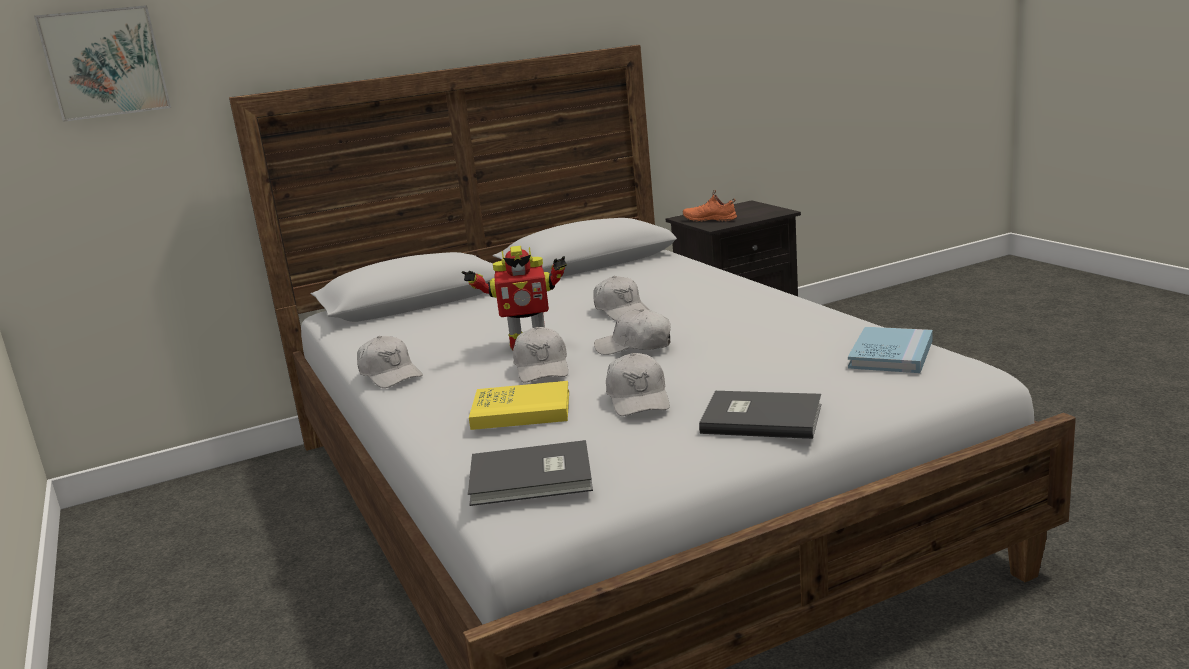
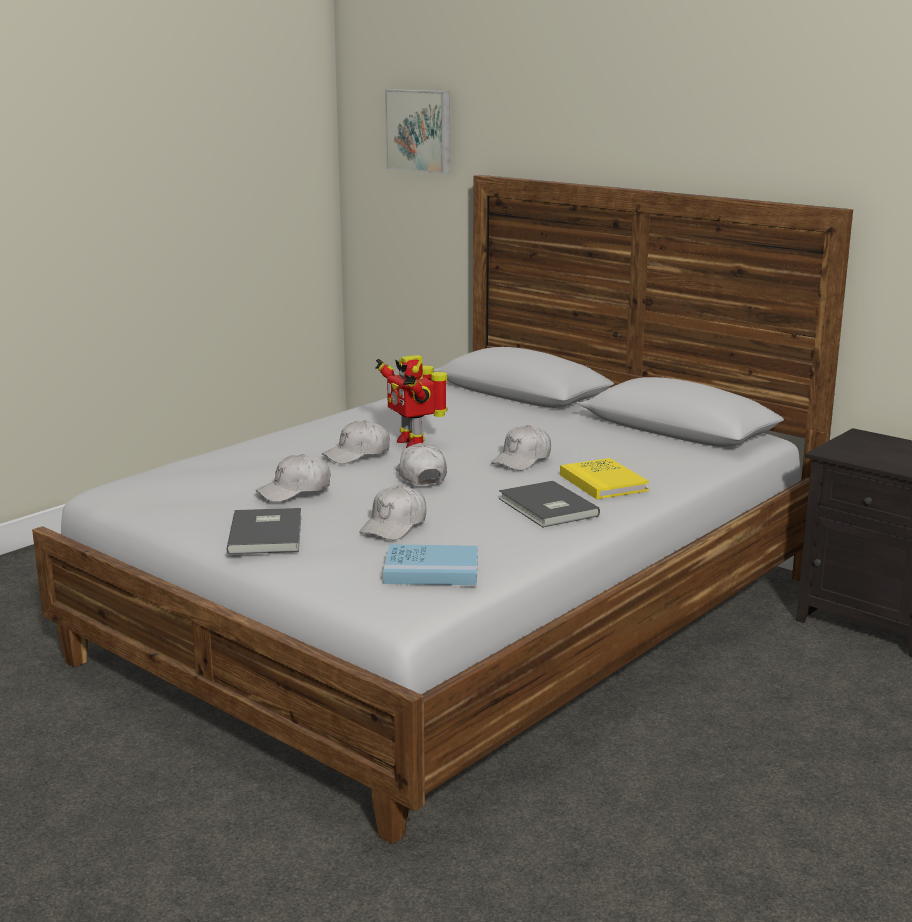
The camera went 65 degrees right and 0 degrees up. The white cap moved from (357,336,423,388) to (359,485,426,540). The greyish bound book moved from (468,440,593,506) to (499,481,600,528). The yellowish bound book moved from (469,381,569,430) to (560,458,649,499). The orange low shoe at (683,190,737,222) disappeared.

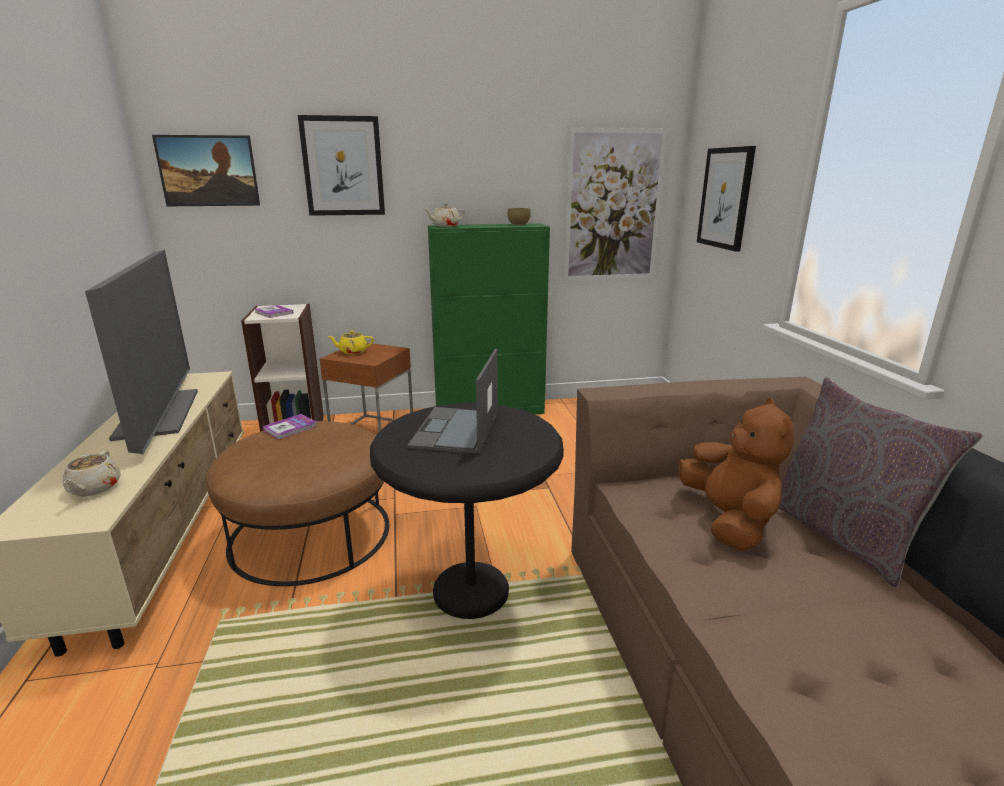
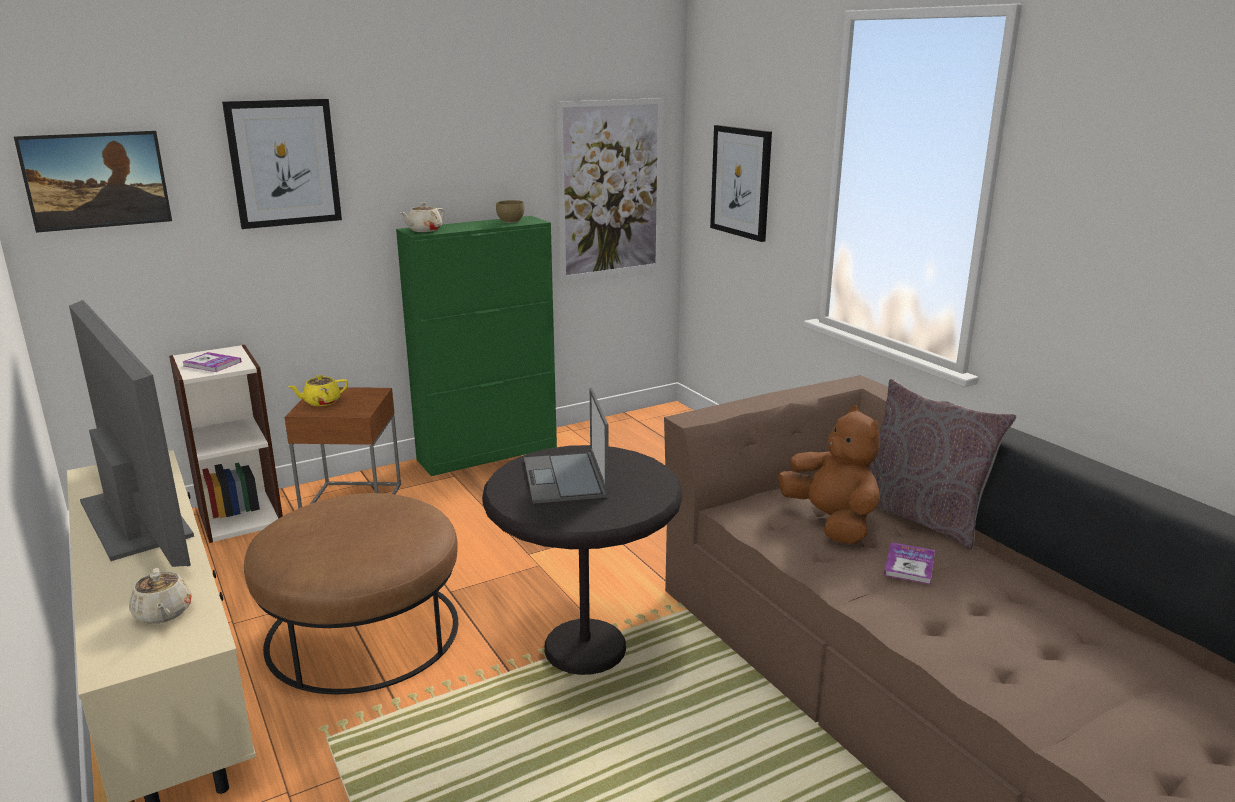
The camera went 20 degrees left and 0 degrees up. The bound book moved from (262,414,317,439) to (884,542,935,585).

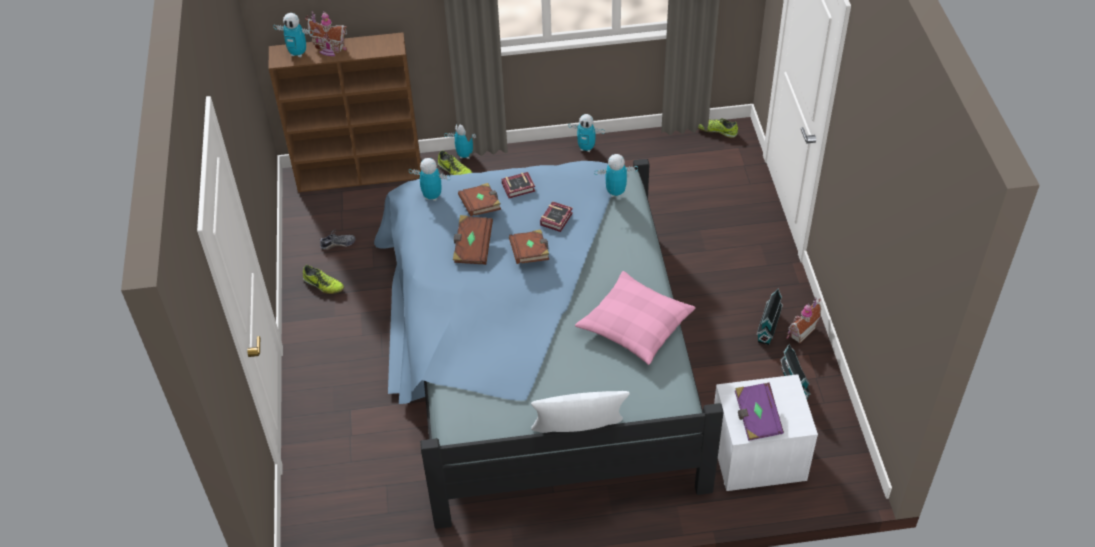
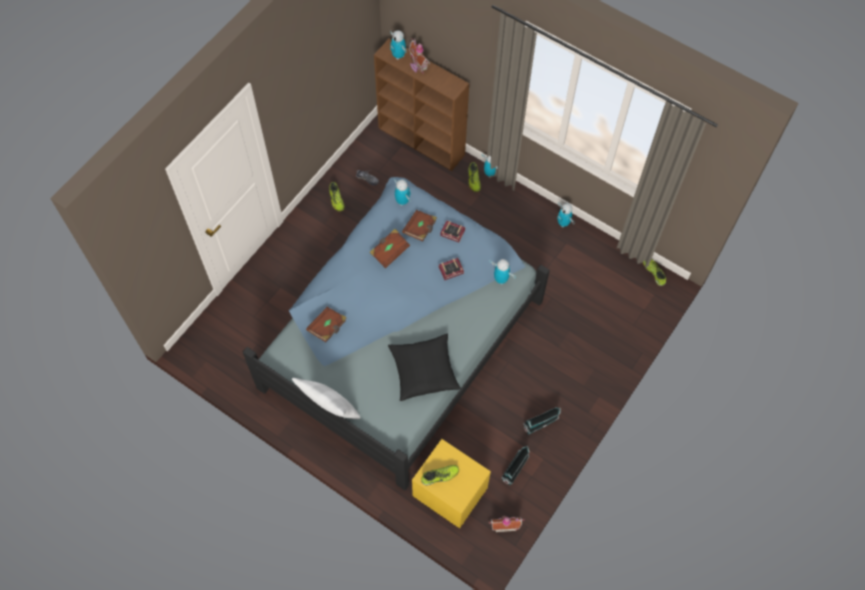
The camera went 40 degrees right and 15 degrees up. The brown-coloured bound book moved from (509,229,549,264) to (306,307,347,342). The pinkish pillow at (575,271,695,365) became the blackish pillow at (388,334,461,401). The white nightstand at (714,374,818,491) became the yellowish nightstand at (412,439,491,528). The purplish bound book at (735,383,784,441) was replaced by the low shoe at (421,465,459,485). The model house moved from (786,297,821,344) to (489,516,524,532).

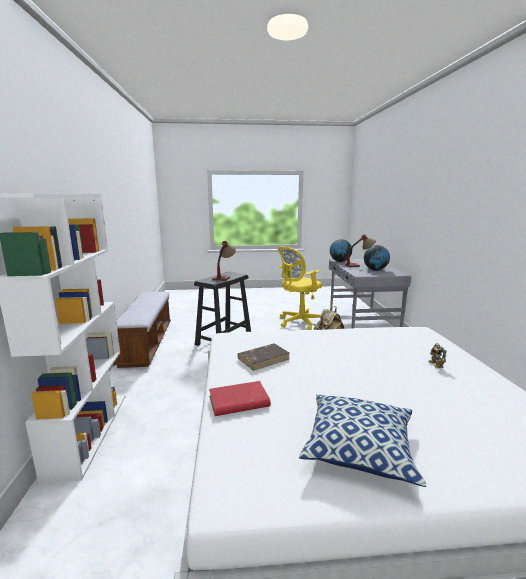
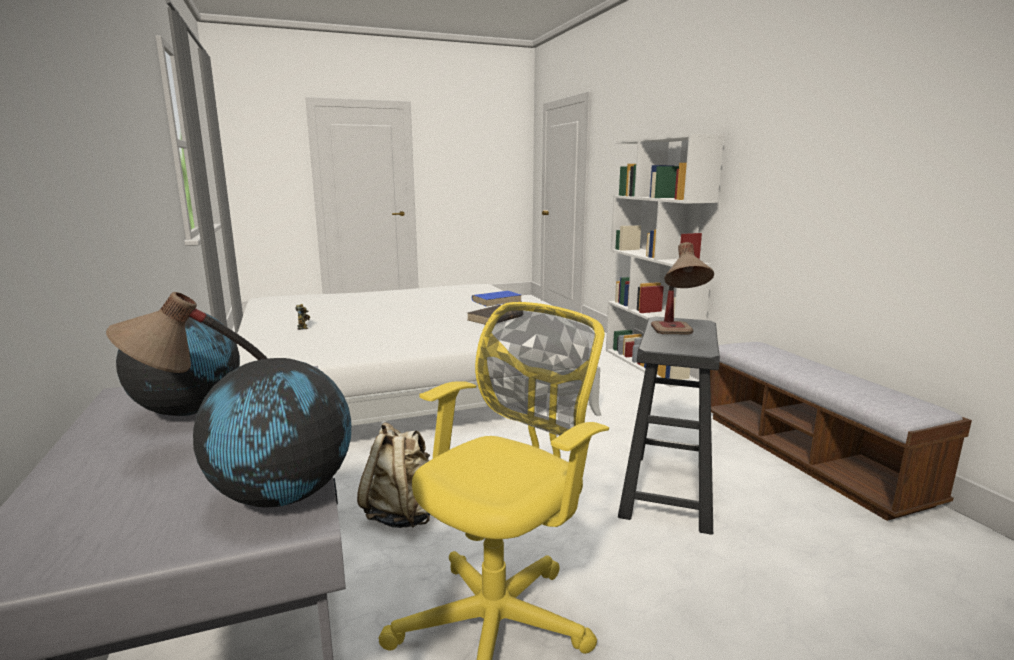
The camera went 165 degrees right and 0 degrees up. The red-coloured bound book at (209,381,271,416) became the blue-coloured bound book at (472,291,522,306). The pillow at (299,394,426,487) disappeared.

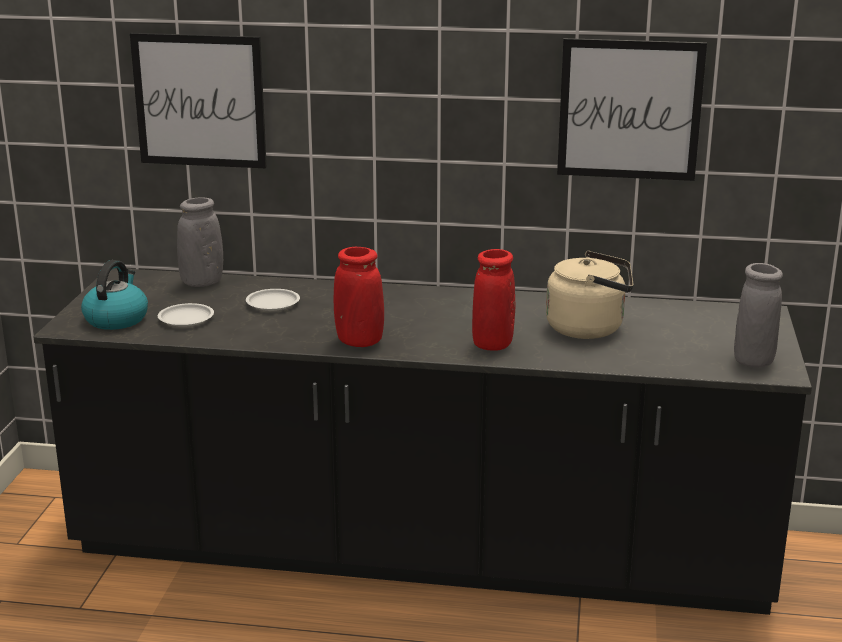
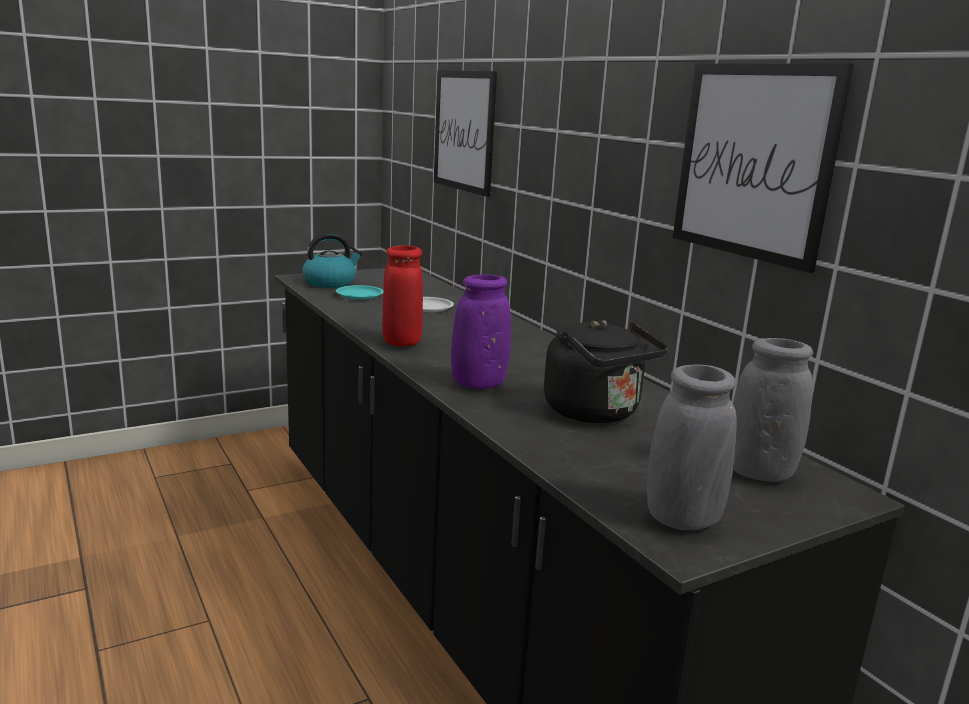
The camera went 50 degrees right and 5 degrees down. The white plate at (158,303,214,327) became the blue-green plate at (336,285,383,300). The red-coloured decorative vase at (472,249,515,351) became the purplish decorative vase at (451,274,511,389). The beige kettle at (546,251,633,339) became the blackish kettle at (544,319,668,423). The greyish decorative vase moved from (177,197,223,287) to (733,338,813,482).

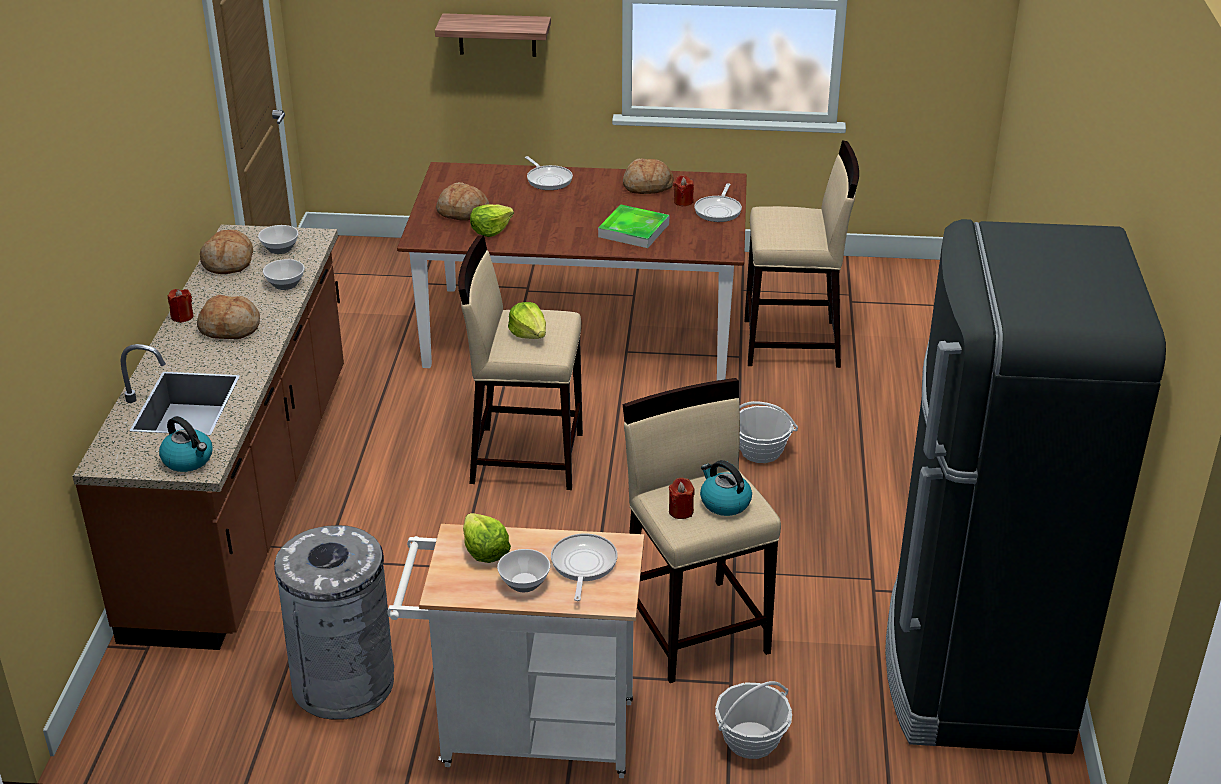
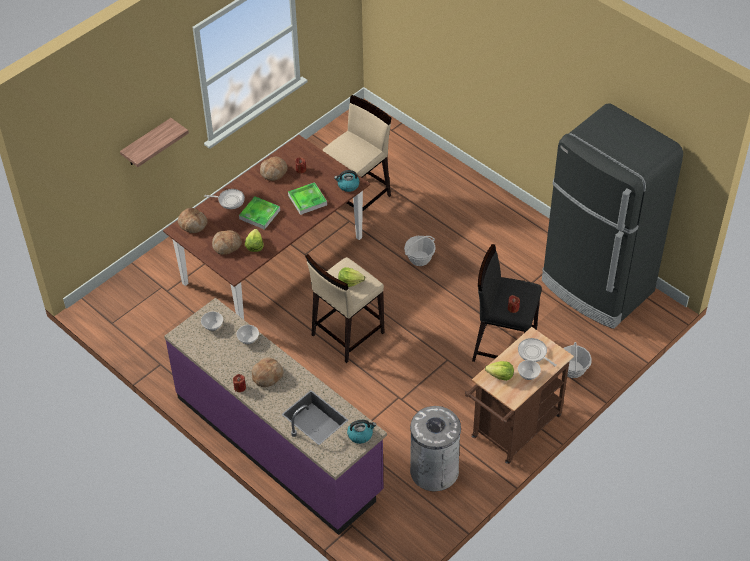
The camera went 50 degrees left and 15 degrees up. The brown-coloured counter at (72,225,344,650) became the purplish counter at (164,298,387,535). The baked bread moved from (200,230,253,274) to (178,208,207,233). The carrying tray at (239,197,280,230) appeared. The kettle moved from (700,460,752,516) to (334,170,360,192). The white trolley at (387,524,644,778) became the brown-coloured trolley at (465,327,574,464). The beige stool seat at (623,378,781,683) became the blackish stool seat at (472,244,542,362). The pan at (694,183,742,222) disappeared.

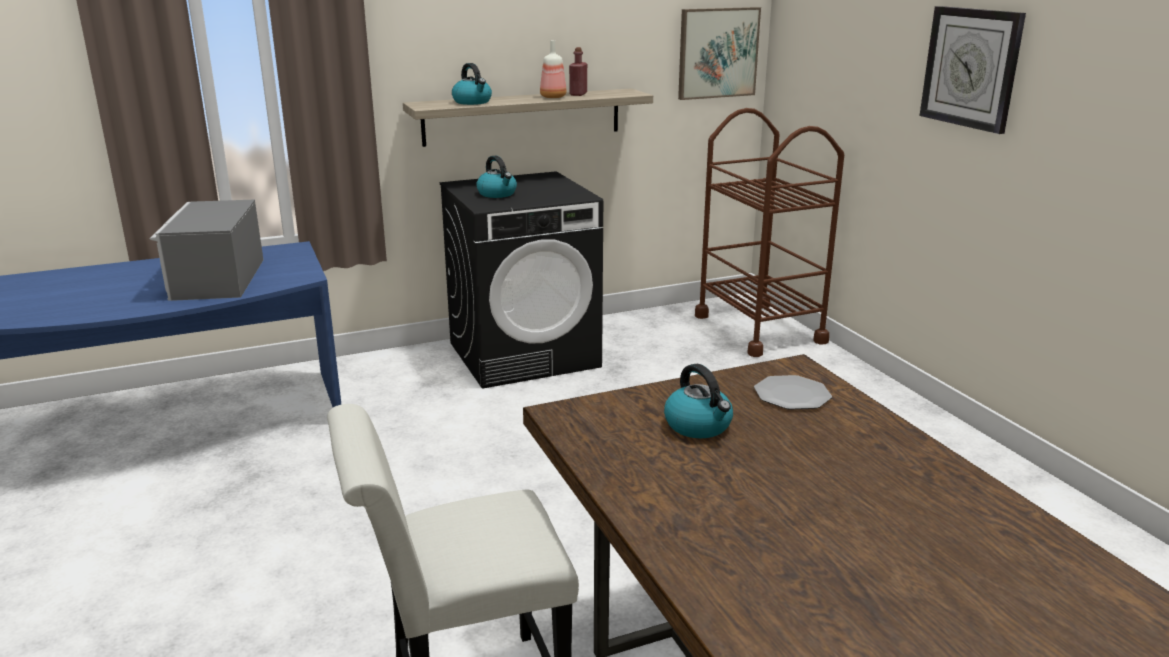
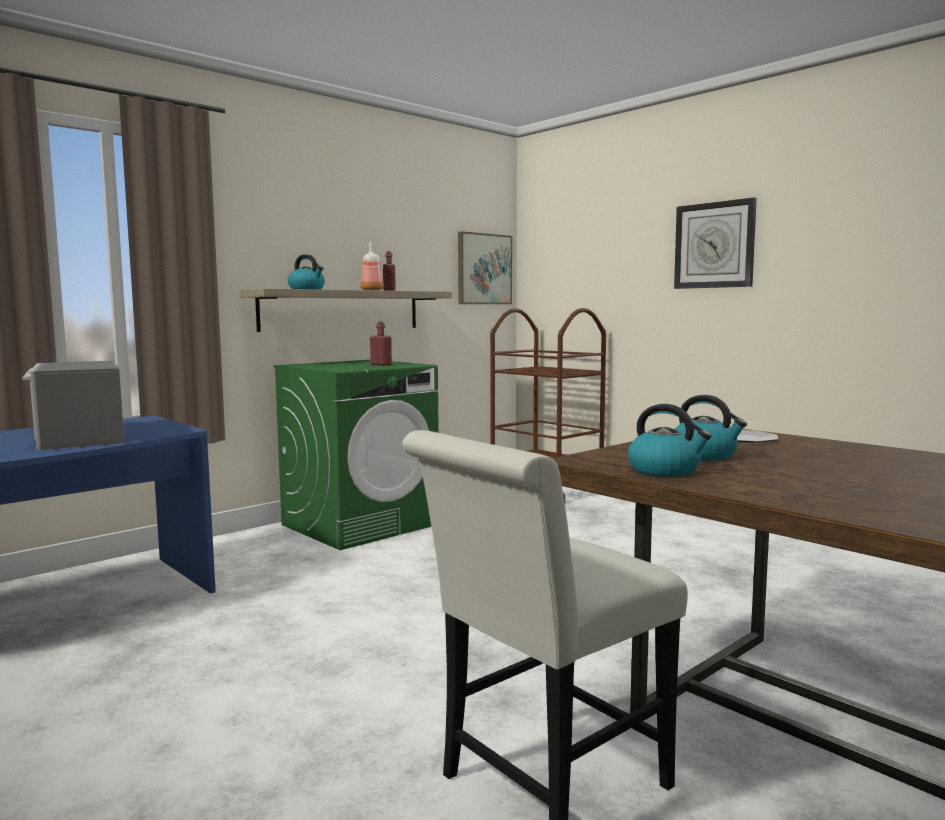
The camera went 20 degrees left and 15 degrees down. The blackish laundry machine at (440,171,603,389) became the greenish laundry machine at (273,360,439,550). The red-coloured bottle at (370,321,392,366) appeared. The kettle moved from (476,155,517,198) to (628,404,711,477).

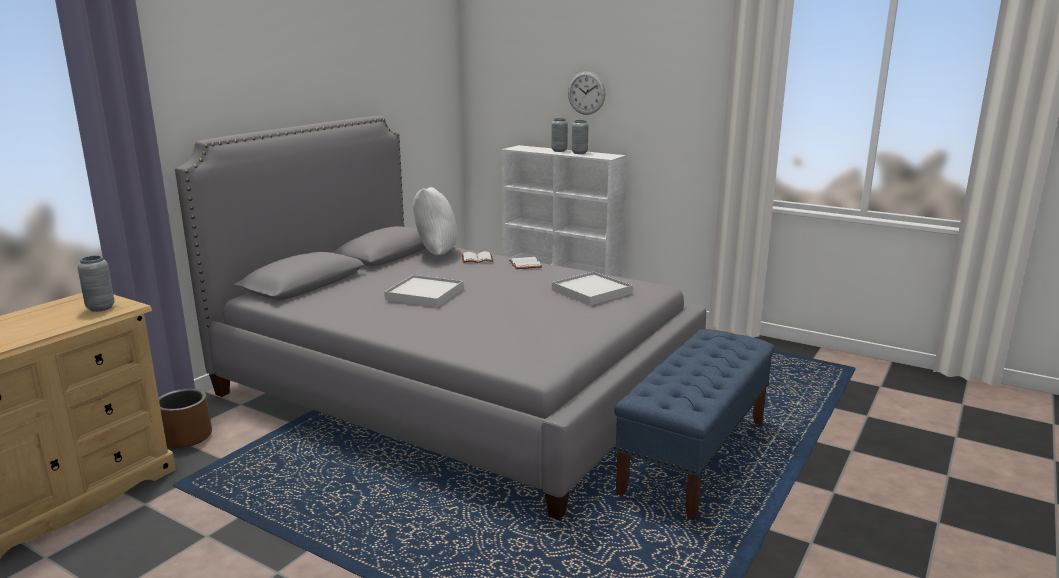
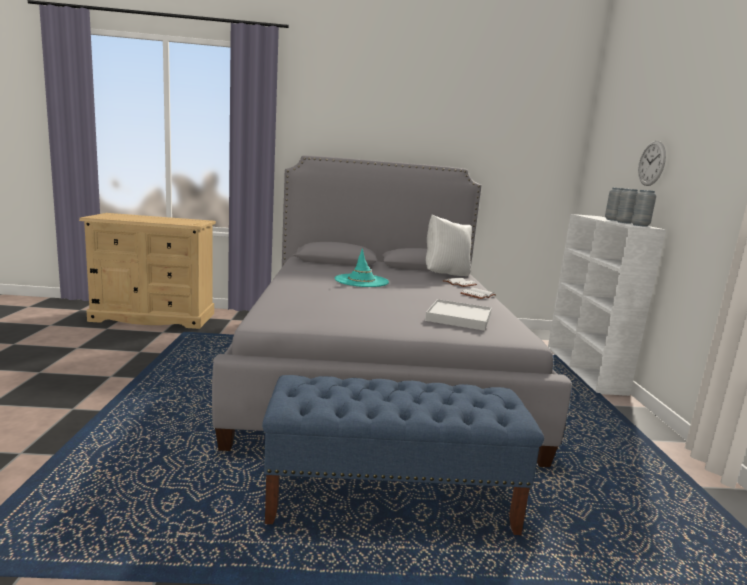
The camera went 55 degrees right and 5 degrees down. The white carrying tray at (384,275,463,307) was replaced by the blue-green wearable hat at (335,248,389,287). The greyish decorative vase moved from (77,255,115,312) to (631,190,656,227). The brown-coloured plant pot at (158,388,212,448) disappeared.

